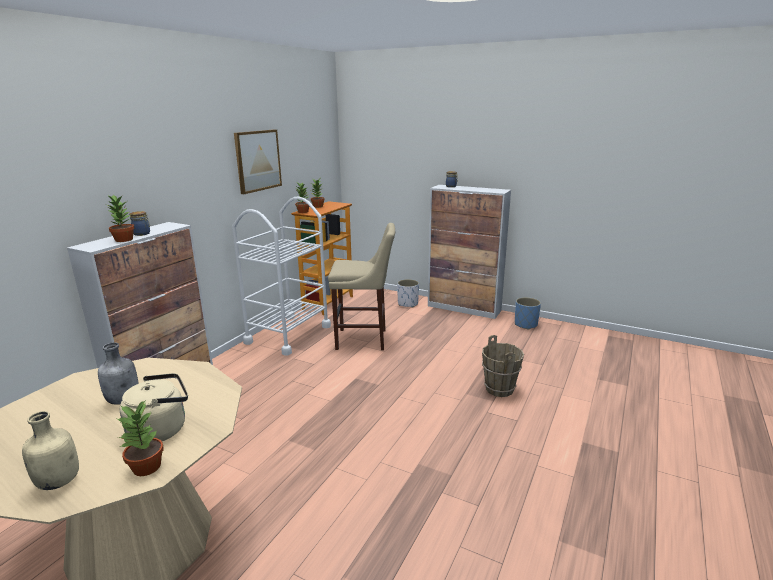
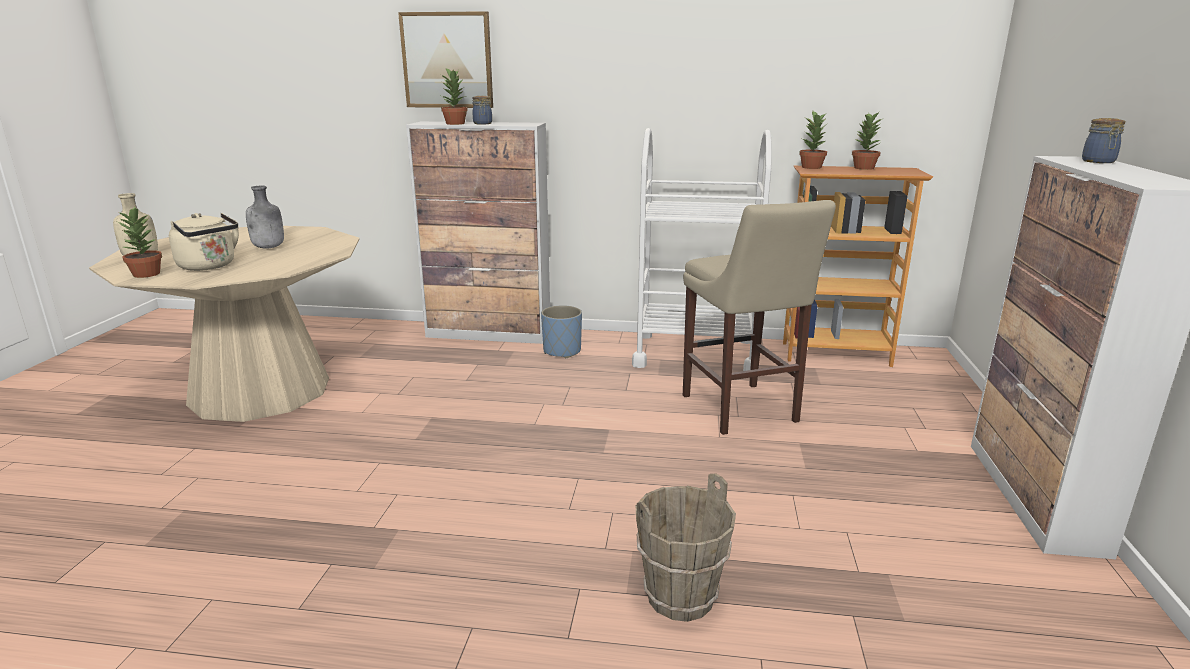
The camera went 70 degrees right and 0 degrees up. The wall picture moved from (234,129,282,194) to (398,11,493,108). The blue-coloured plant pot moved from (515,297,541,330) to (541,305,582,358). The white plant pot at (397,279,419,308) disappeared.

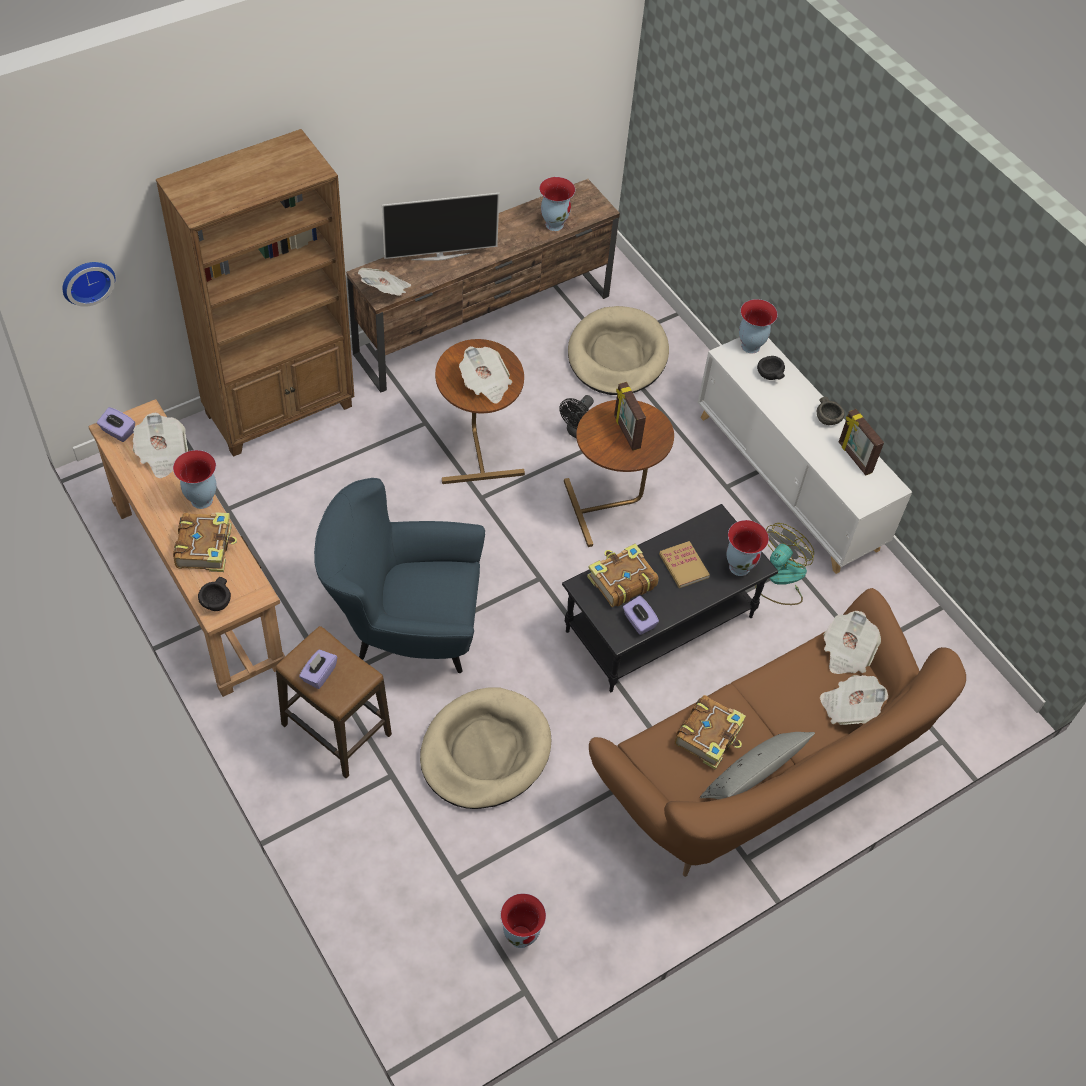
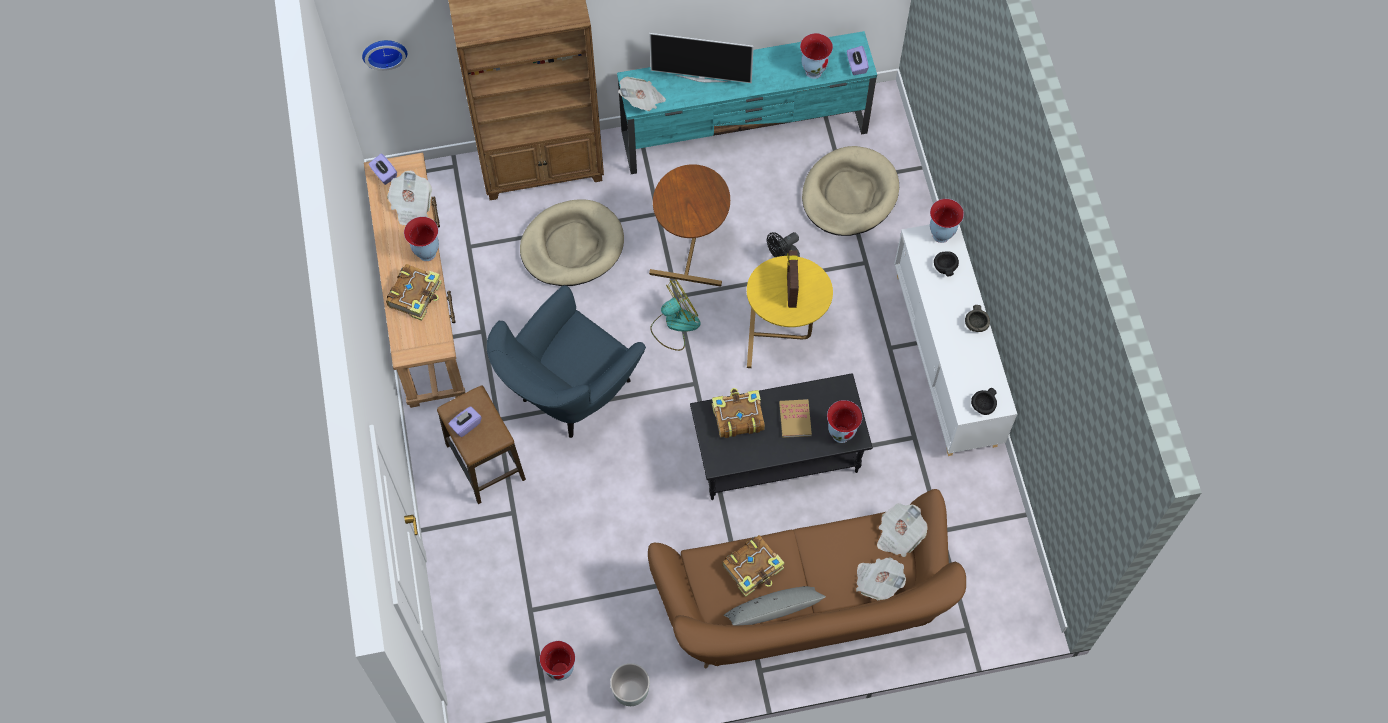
The camera went 25 degrees right and 10 degrees up. The blue-coloured armchair at (314,478,485,673) turned 75 degrees counterclockwise. The beige dog cushion moved from (420,687,551,809) to (520,199,624,286). The greyish plant pot at (610,663,650,706) appeared. The brown-coloured media console at (346,179,620,393) became the blue-green media console at (617,31,877,174). The cooling fan moved from (755,523,814,605) to (650,279,701,351). The brown-coloured accent table at (564,400,674,547) became the yellowish accent table at (747,256,833,368). The purplish box of tissues moved from (623,596,659,635) to (847,46,869,75). The blackish deep dish moved from (198,577,231,611) to (971,388,997,415). The newspaper at (459,346,512,403) disappeared. The photo frame at (839,409,884,476) disappeared.

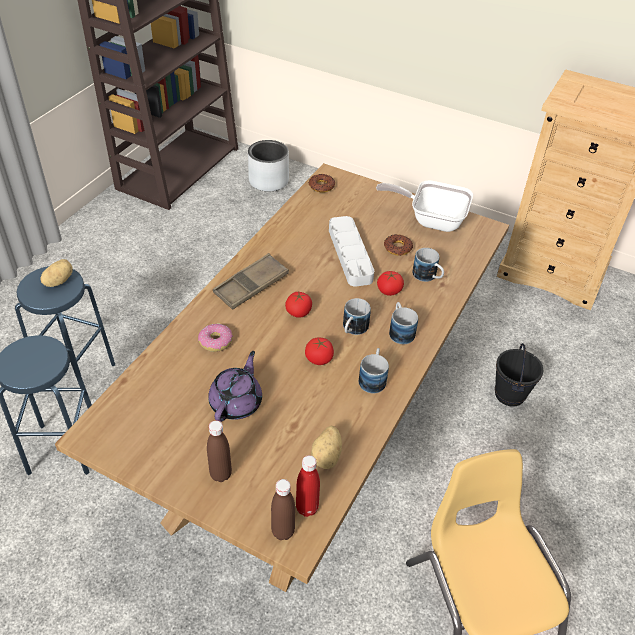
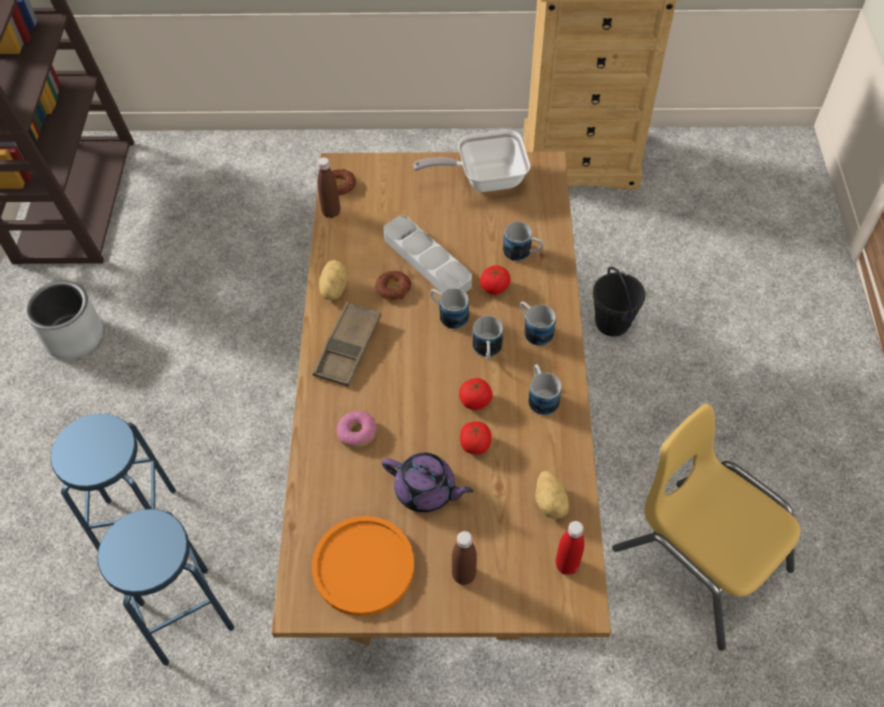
The camera went 25 degrees left and 10 degrees up. The greyish plant pot moved from (248,140,289,192) to (25,281,103,359). The orange plate at (312,516,414,616) appeared. The brown-coloured bottle moved from (271,479,295,540) to (317,157,340,218). The spud moved from (41,259,73,287) to (319,260,347,300). The doughnut moved from (384,234,413,256) to (375,271,411,300). The purplish pot for tea at (208,351,262,422) turned 120 degrees clockwise. The tea mug at (430,288,469,329) appeared. The fresh tomato moved from (285,291,312,318) to (460,421,492,454).

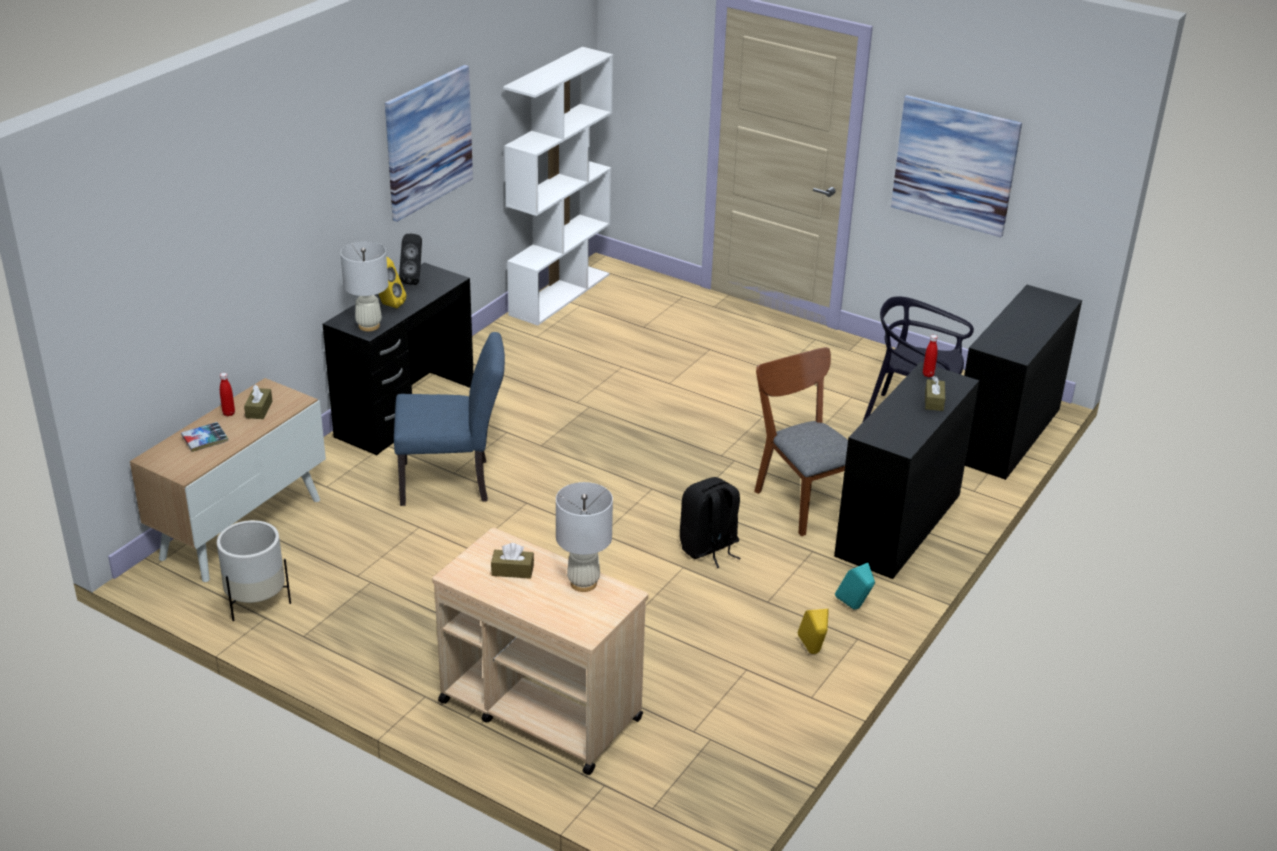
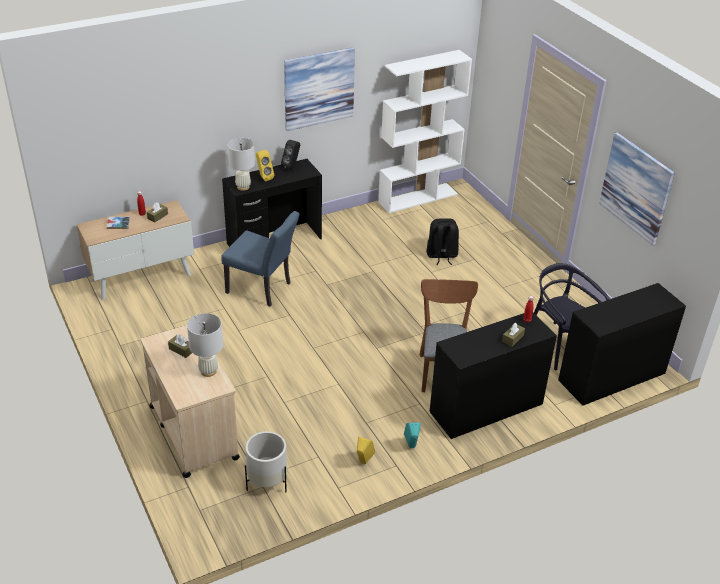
The camera went 30 degrees right and 5 degrees up. The white plant pot moved from (217,520,291,622) to (245,431,287,492). The blackish knapsack moved from (680,477,741,568) to (426,218,459,265).

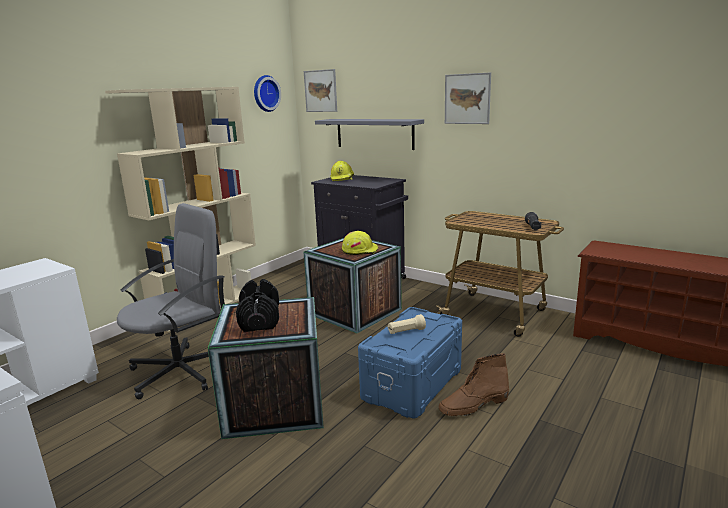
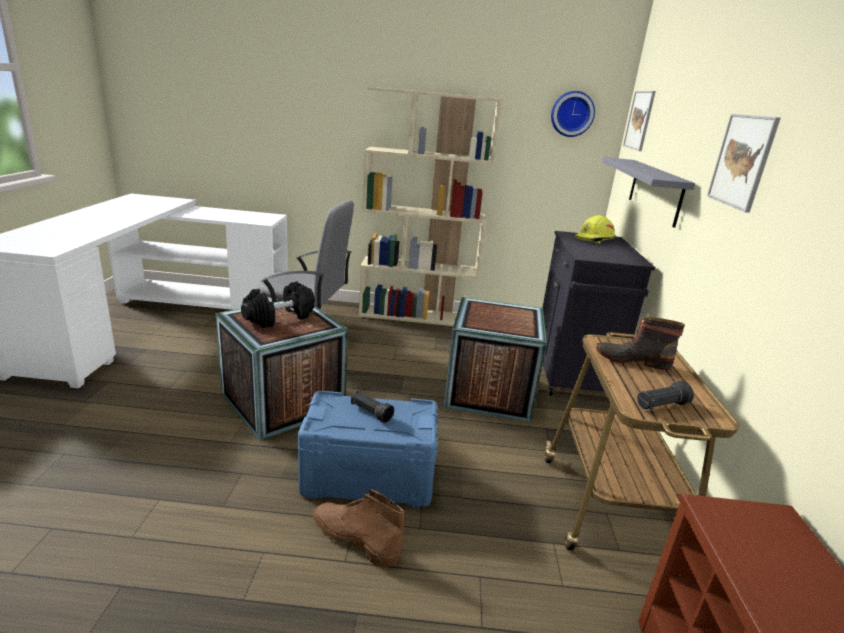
The camera went 55 degrees right and 5 degrees up. The beige flashlight at (387,314,426,334) became the blackish flashlight at (351,391,394,423). The high-top boot at (596,317,685,370) appeared. The yellowish work helmet at (342,231,378,255) disappeared.

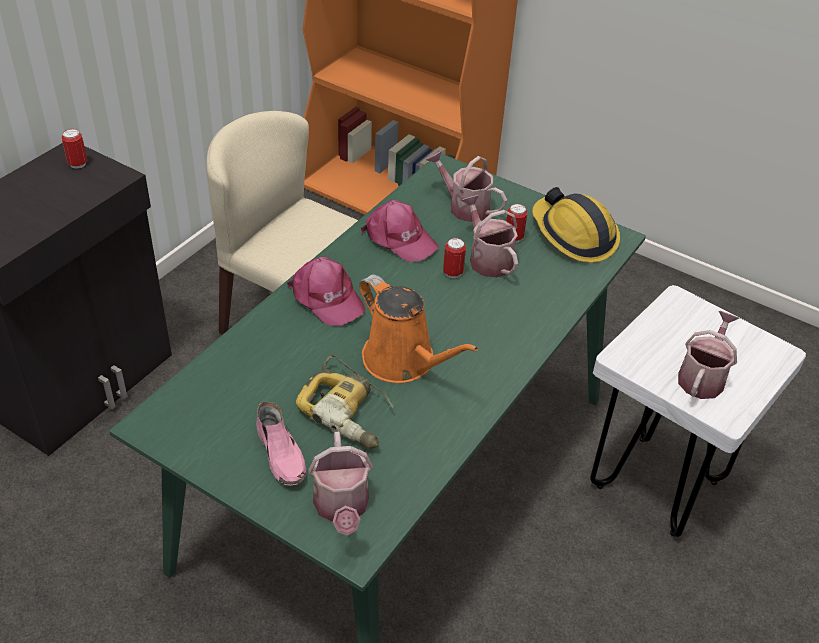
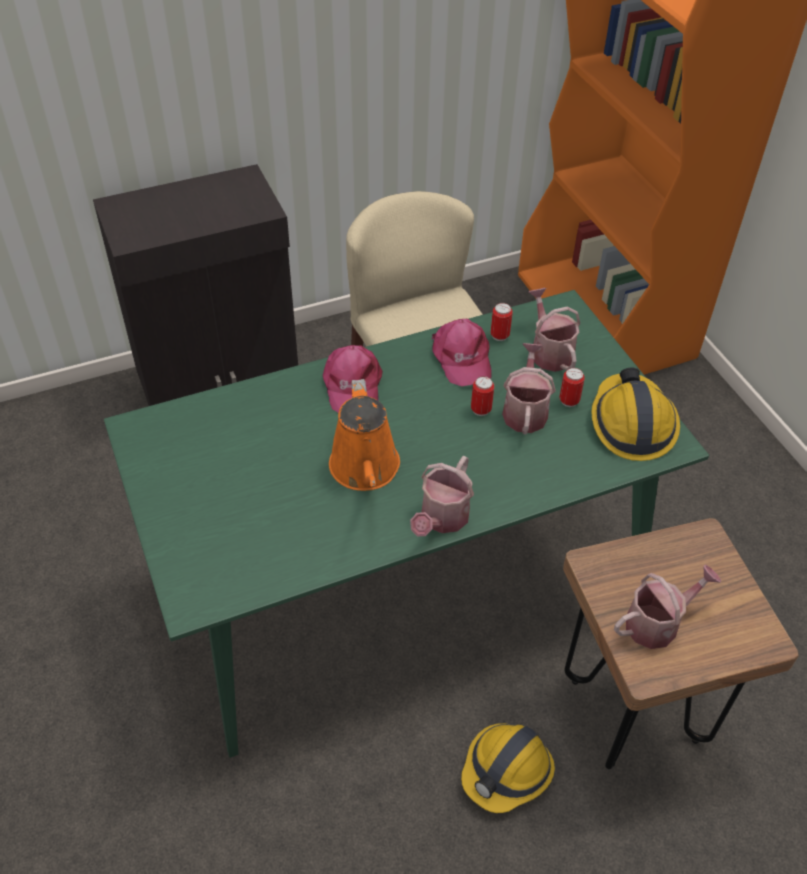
The camera went 35 degrees right and 5 degrees up. The watering can moved from (309,432,373,536) to (410,456,474,536). The work helmet at (461,723,555,813) appeared. The metal can moved from (62,129,87,169) to (490,303,513,341). The white stool seat at (590,285,806,537) became the brown-coloured stool seat at (563,518,799,770). The pinkish low shoe at (256,402,306,486) disappeared. The power drill at (296,355,394,449) disappeared.

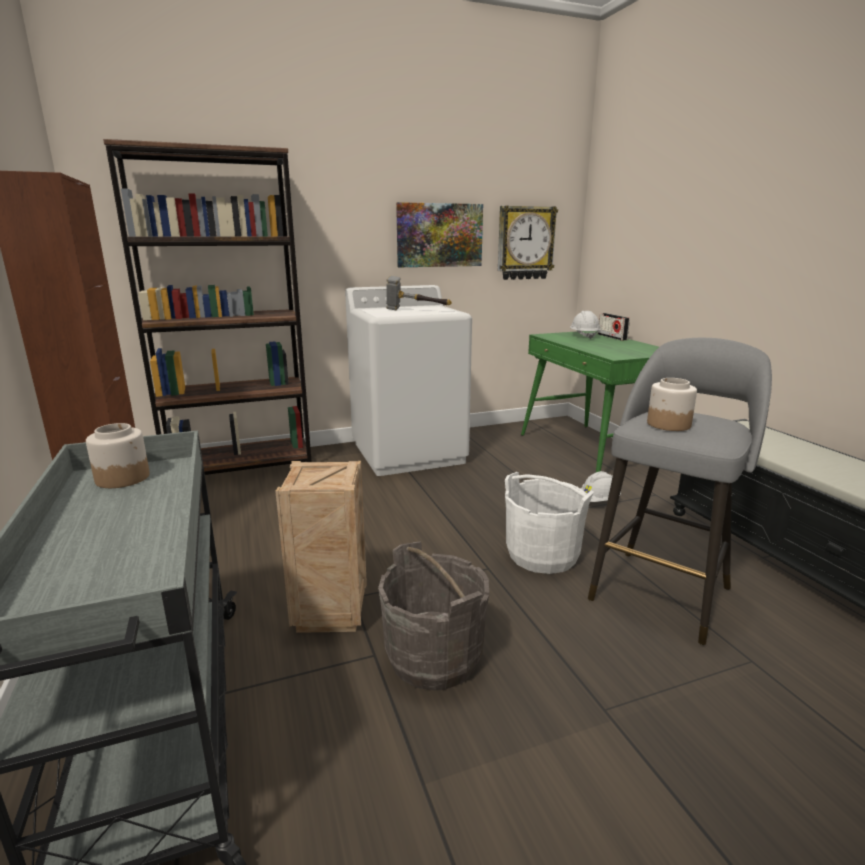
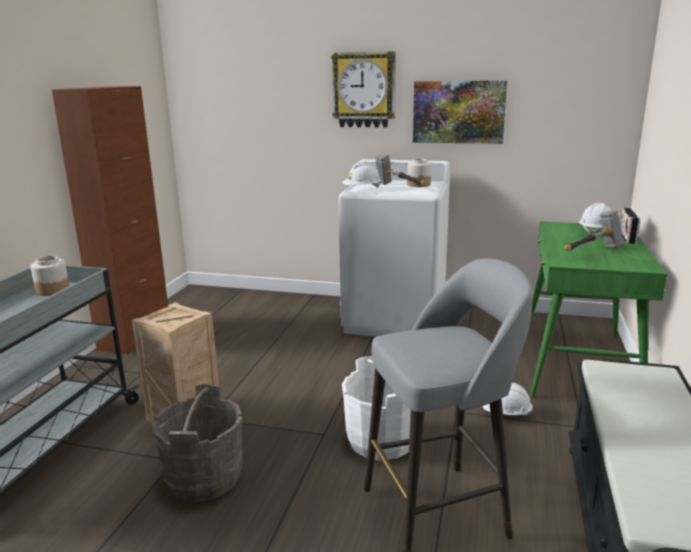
The camera went 35 degrees right and 0 degrees up. The wall clock moved from (498,206,558,280) to (331,51,396,128). The white work helmet at (342,162,381,188) appeared. The storage jar moved from (647,378,697,431) to (407,159,431,187). The tool hammer at (564,210,624,251) appeared. The brown-coloured shelving unit at (103,139,312,475) disappeared.

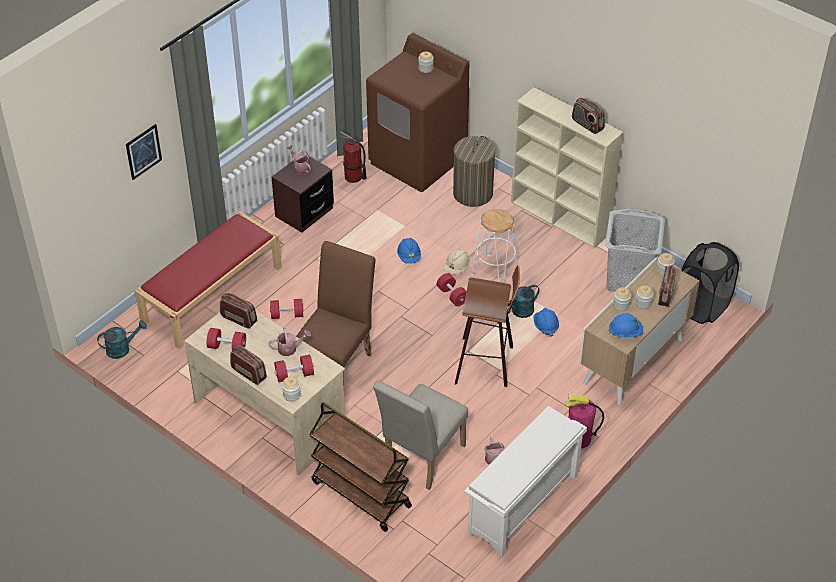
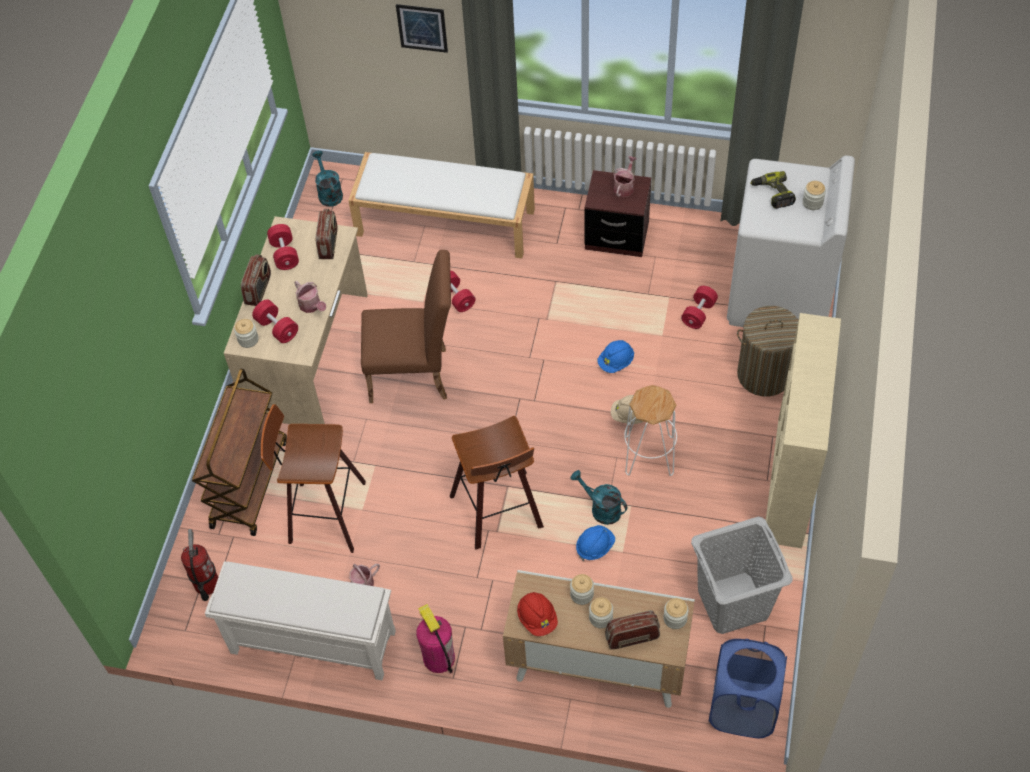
The camera went 65 degrees right and 10 degrees up. The extinguisher moved from (340,131,367,183) to (181,529,218,601). The beige upright chair at (373,380,468,490) was replaced by the stool seat at (261,404,366,553). The blue-green watering can at (97,320,147,359) turned 150 degrees counterclockwise. The red-coloured bench at (135,211,282,349) became the white bench at (348,152,535,258). The blue-coloured work helmet at (608,314,643,338) became the red-coloured work helmet at (517,592,558,636). The red-coloured hand weight moved from (437,273,467,306) to (681,286,718,329). The blackish laundry basket at (681,242,739,324) became the blue-coloured laundry basket at (709,639,787,738). The brown-coloured laundry machine at (366,33,469,192) became the white laundry machine at (727,155,855,327). The power drill at (750,171,796,209) appeared. The radio at (572,98,605,134) disappeared.

